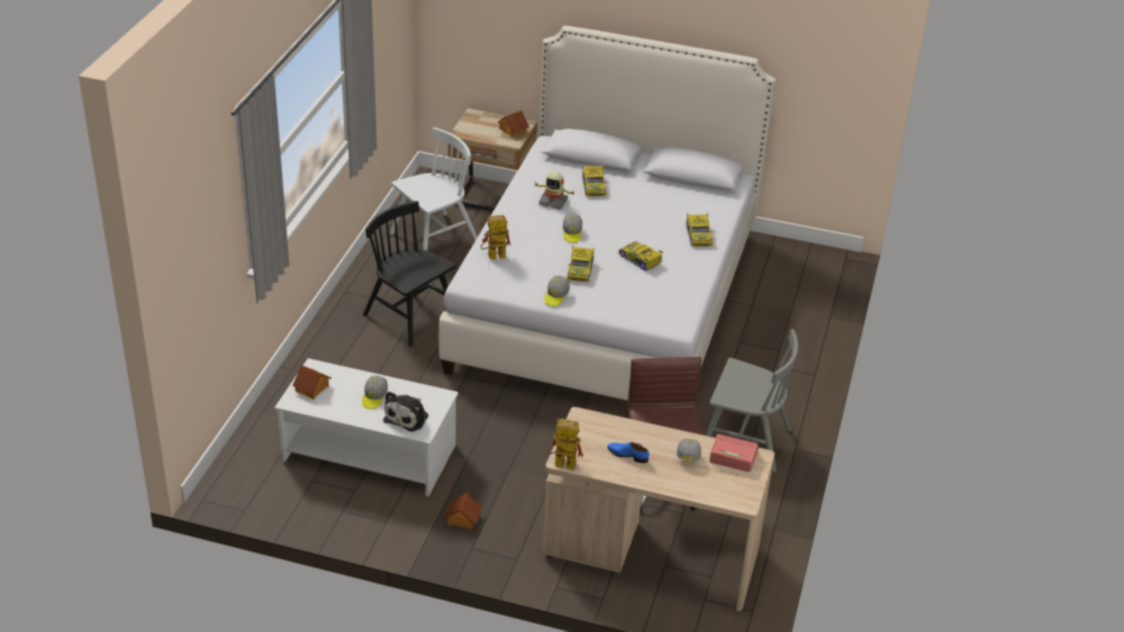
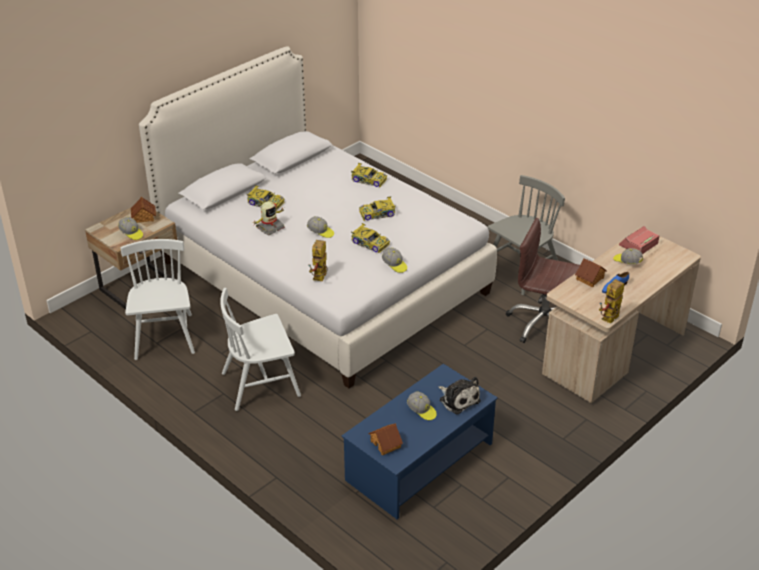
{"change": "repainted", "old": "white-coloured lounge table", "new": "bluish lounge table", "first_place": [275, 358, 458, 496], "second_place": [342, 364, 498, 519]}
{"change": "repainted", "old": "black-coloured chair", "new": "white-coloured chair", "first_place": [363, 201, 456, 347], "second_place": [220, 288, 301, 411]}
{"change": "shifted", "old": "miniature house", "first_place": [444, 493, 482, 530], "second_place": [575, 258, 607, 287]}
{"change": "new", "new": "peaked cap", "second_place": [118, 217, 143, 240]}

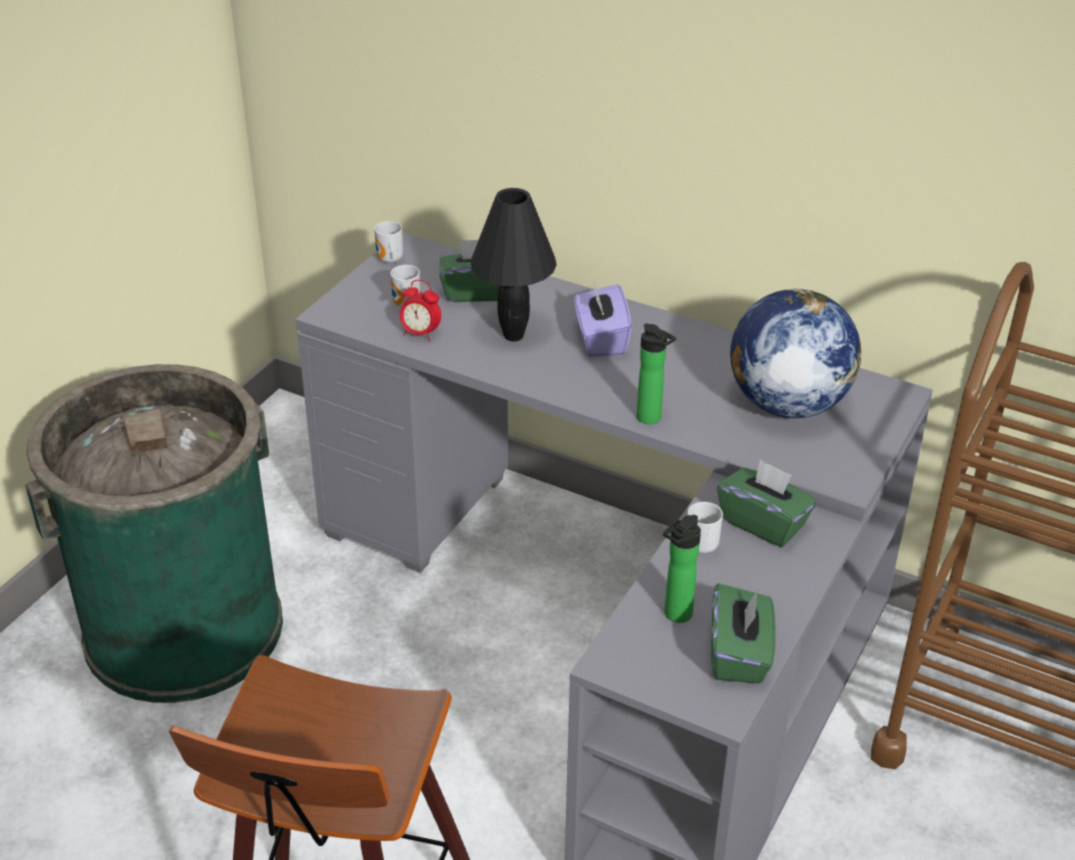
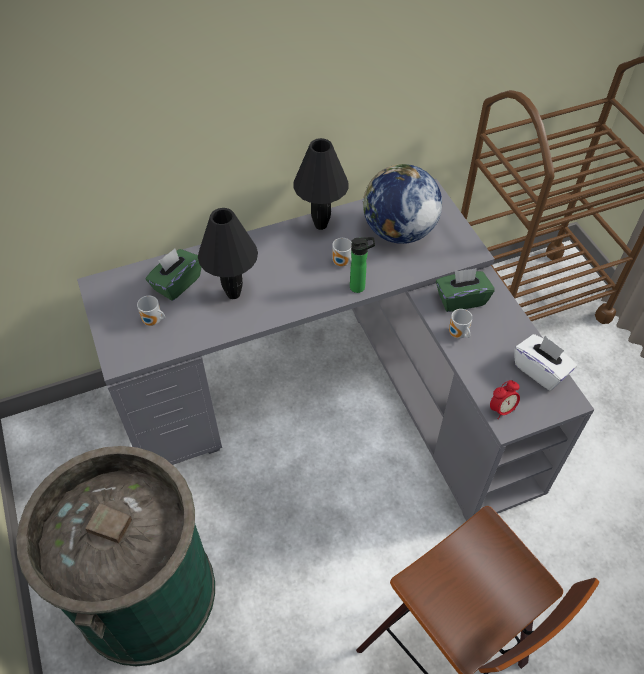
{"change": "shifted", "old": "tea mug", "first_place": [374, 221, 403, 264], "second_place": [332, 238, 352, 267]}
{"change": "shifted", "old": "table clock", "first_place": [400, 280, 441, 341], "second_place": [490, 380, 520, 419]}
{"change": "gone", "old": "purple-coloured box of tissues", "first_place": [574, 283, 632, 357]}
{"change": "gone", "old": "beverage bottle", "first_place": [663, 515, 701, 623]}
{"change": "repainted", "old": "green-coloured box of tissues", "new": "white-coloured box of tissues", "first_place": [711, 583, 776, 683], "second_place": [515, 334, 577, 390]}
{"change": "new", "new": "black-coloured table lamp", "second_place": [293, 138, 349, 230]}

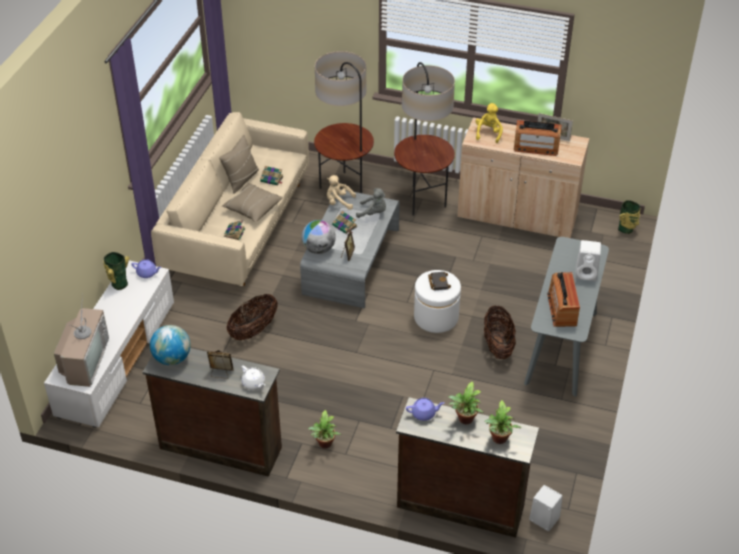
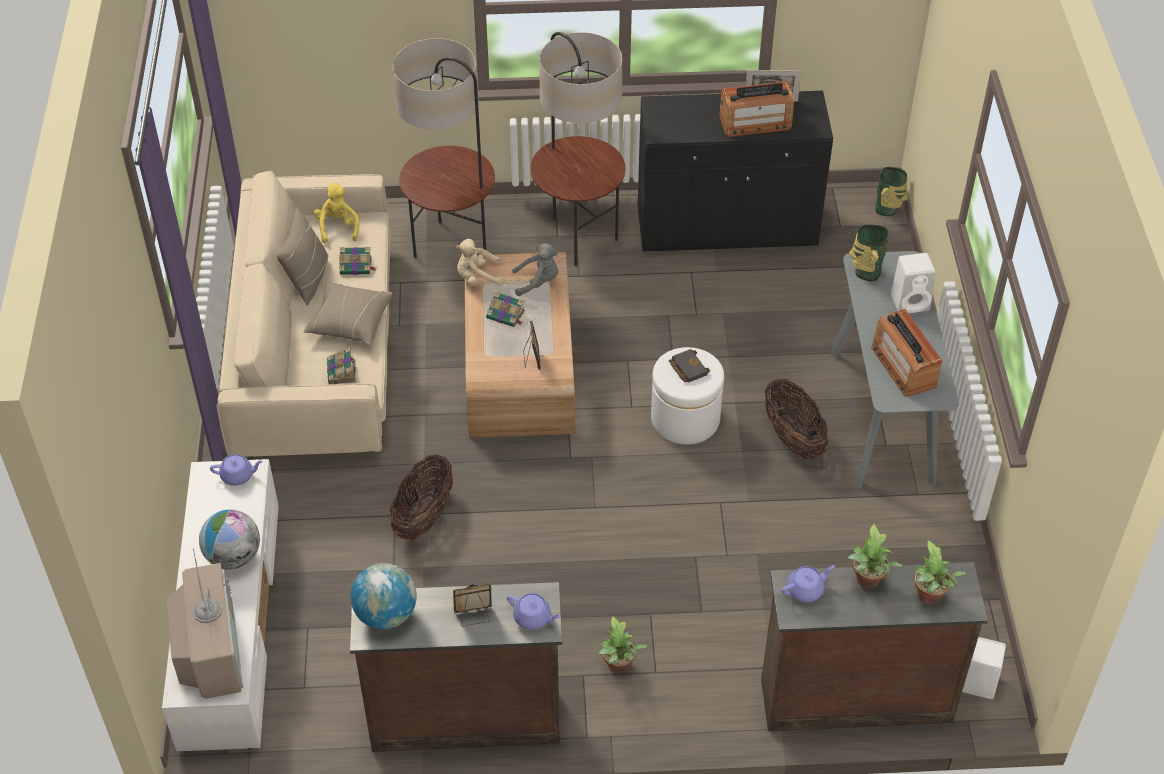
{"change": "shifted", "old": "flower vase", "first_place": [103, 252, 129, 290], "second_place": [849, 224, 889, 282]}
{"change": "repainted", "old": "white-coloured teapot", "new": "purple-coloured teapot", "first_place": [241, 366, 266, 390], "second_place": [507, 593, 560, 630]}
{"change": "repainted", "old": "greyish lounge table", "new": "brown-coloured lounge table", "first_place": [300, 189, 400, 308], "second_place": [465, 252, 575, 438]}
{"change": "shifted", "old": "desk globe", "first_place": [302, 220, 336, 254], "second_place": [199, 510, 260, 570]}
{"change": "repainted", "old": "beige-coloured cupboard", "new": "black-coloured cupboard", "first_place": [457, 117, 590, 238], "second_place": [638, 91, 833, 252]}
{"change": "shifted", "old": "yellowish soft toy", "first_place": [475, 103, 503, 143], "second_place": [314, 183, 360, 243]}

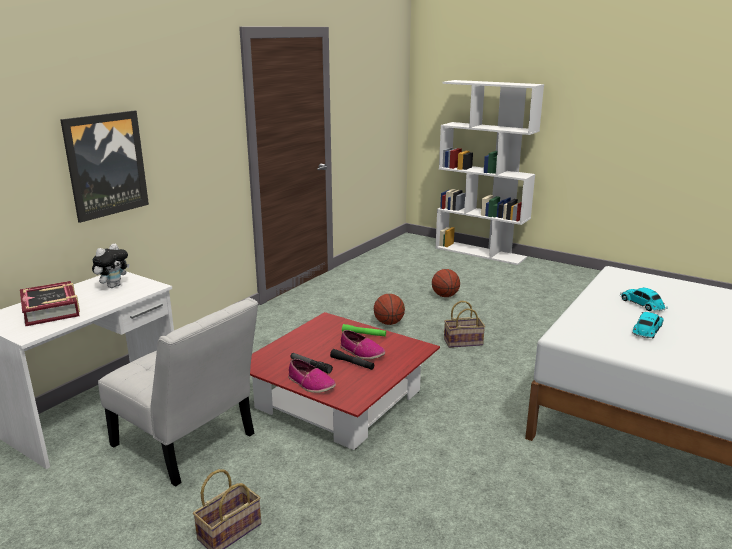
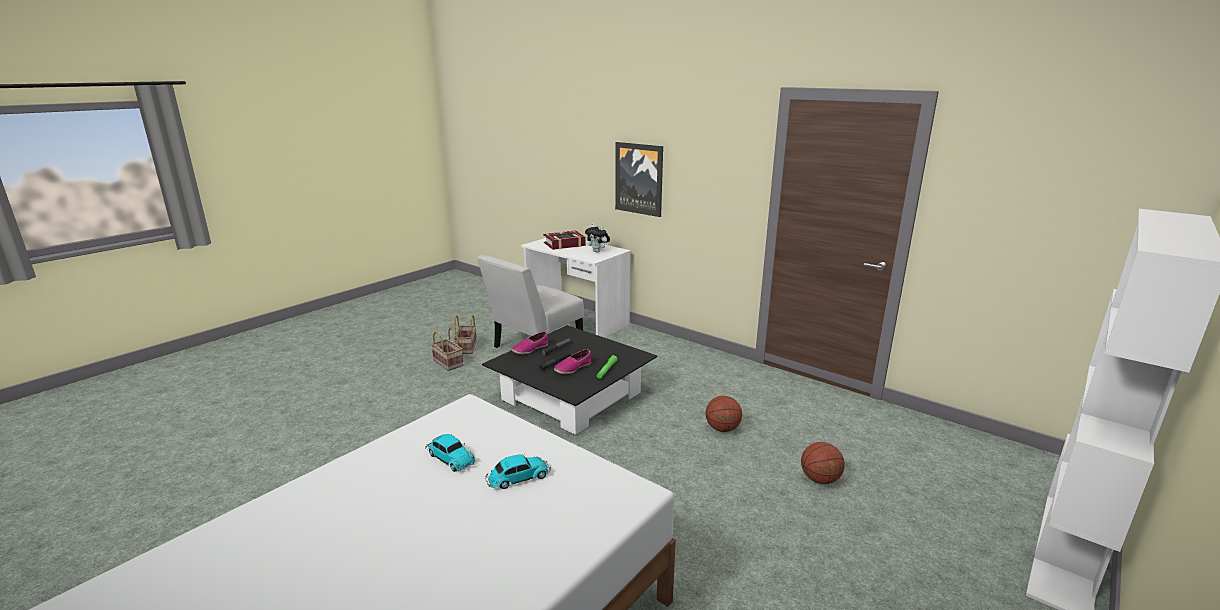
{"change": "repainted", "old": "reddish lounge table", "new": "black-coloured lounge table", "first_place": [250, 312, 440, 450], "second_place": [482, 325, 657, 435]}
{"change": "shifted", "old": "storage basket", "first_place": [444, 301, 485, 348], "second_place": [454, 315, 477, 354]}

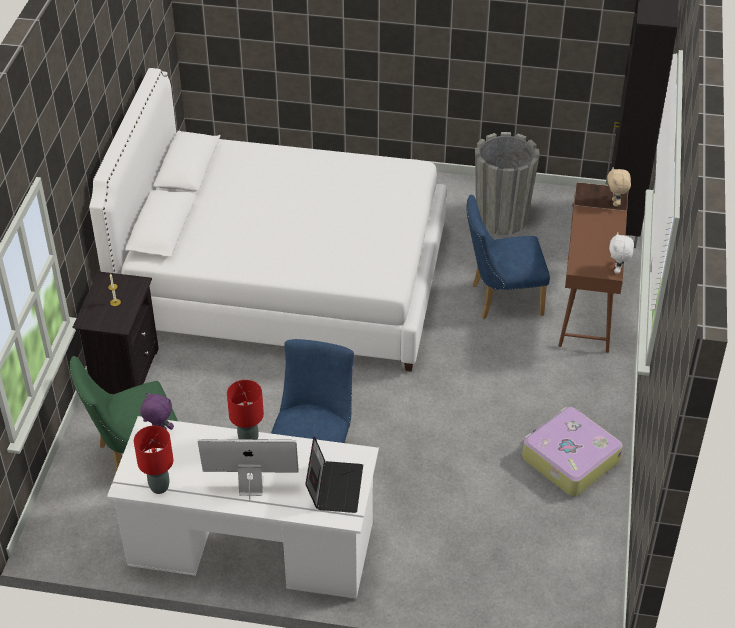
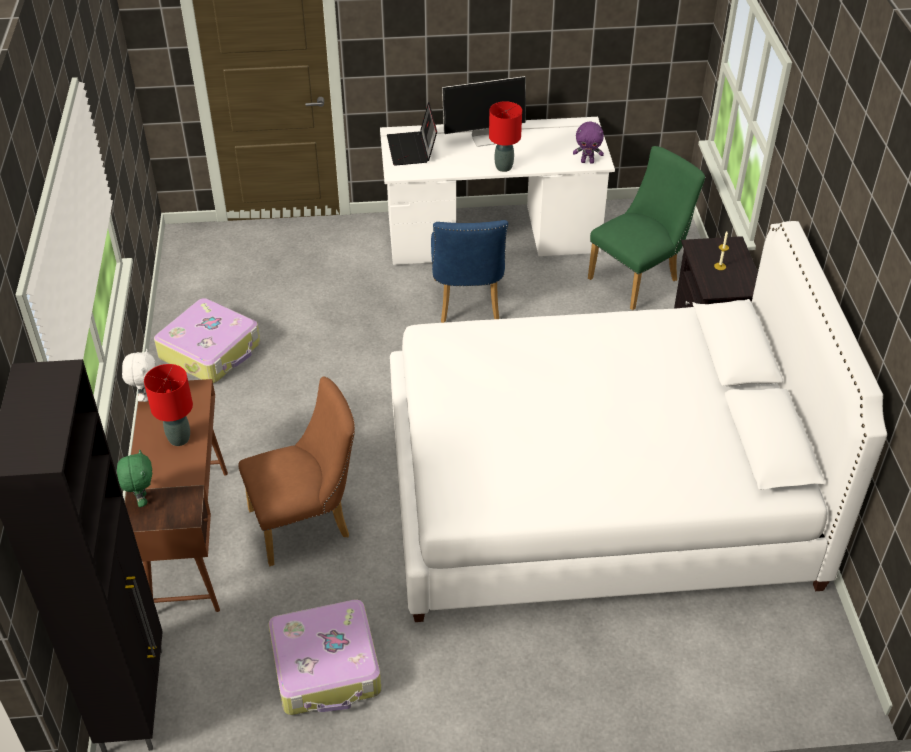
{"change": "shifted", "old": "reddish table lamp", "first_place": [134, 426, 173, 494], "second_place": [144, 364, 193, 446]}
{"change": "repainted", "old": "bluish chair", "new": "brown-coloured chair", "first_place": [466, 195, 550, 319], "second_place": [238, 377, 355, 566]}
{"change": "swapped", "old": "greyish plant pot", "new": "suitcase", "first_place": [475, 132, 540, 235], "second_place": [268, 599, 381, 715]}
{"change": "repainted", "old": "beige-coloured soft toy", "new": "green-coloured soft toy", "first_place": [607, 167, 631, 206], "second_place": [117, 449, 152, 507]}

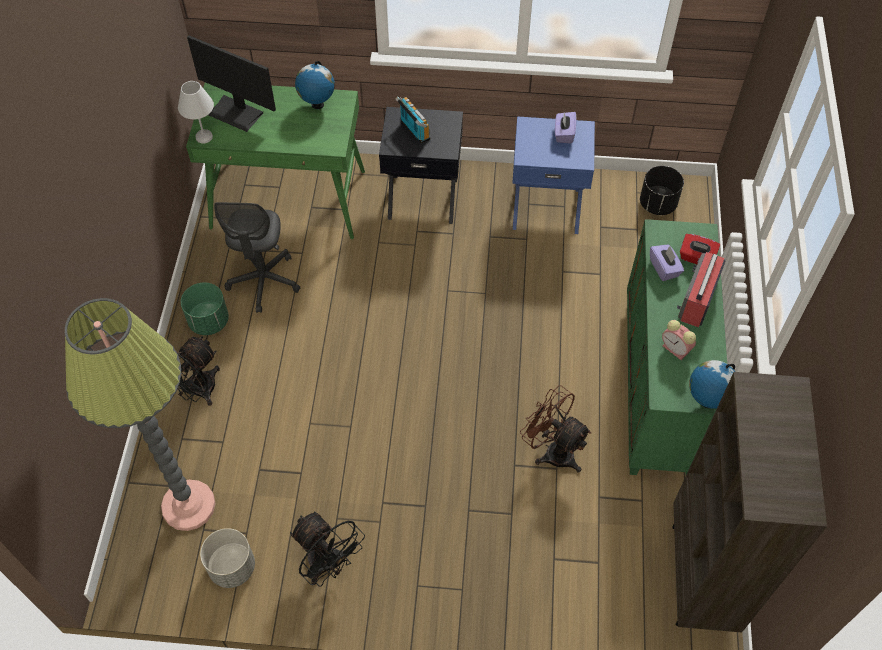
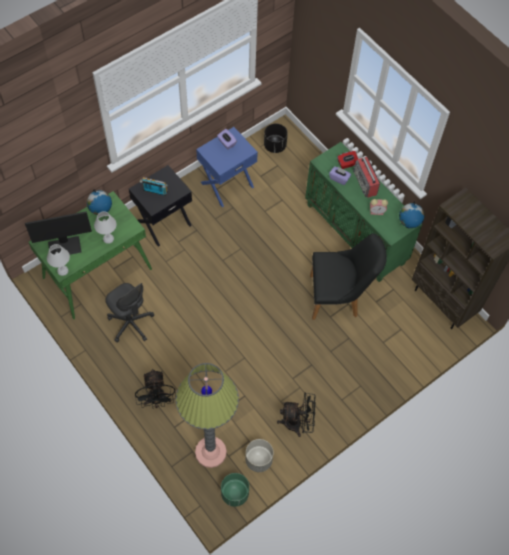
{"change": "shifted", "old": "green-coloured plant pot", "first_place": [181, 283, 229, 335], "second_place": [221, 473, 249, 507]}
{"change": "swapped", "old": "brown-coloured cooling fan", "new": "black-coloured chair", "first_place": [520, 385, 591, 473], "second_place": [310, 233, 387, 320]}
{"change": "new", "new": "white-coloured table lamp", "second_place": [94, 211, 117, 244]}

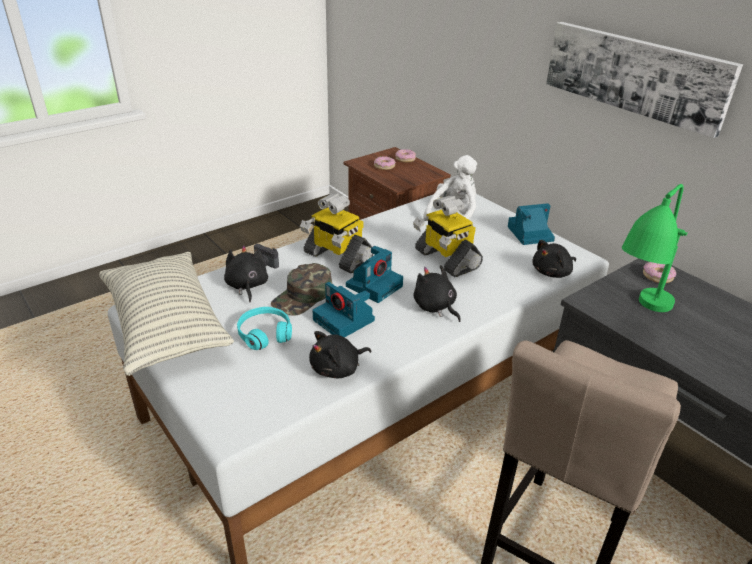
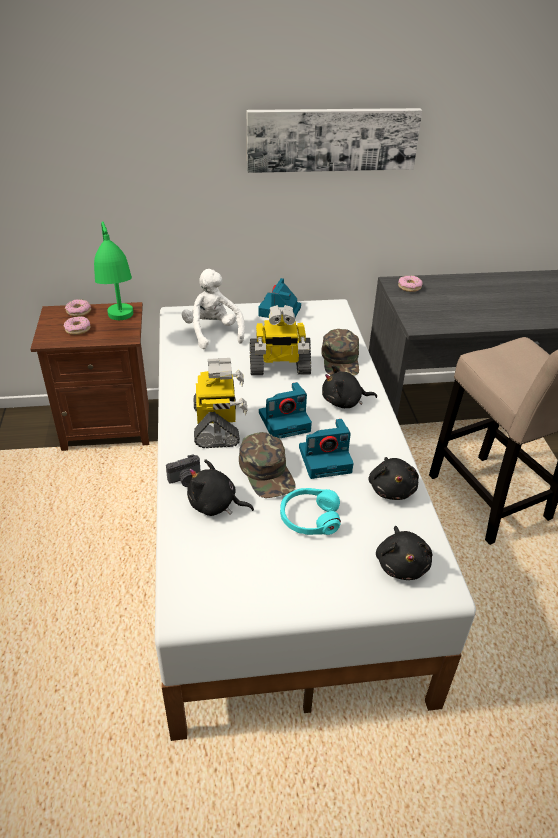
{"change": "gone", "old": "cushion", "first_place": [99, 252, 234, 376]}
{"change": "rotated", "old": "toy robot", "first_place": [300, 193, 373, 273], "second_place": [194, 358, 248, 448], "degrees": -75}
{"change": "rotated", "old": "photo camera", "first_place": [346, 246, 403, 303], "second_place": [259, 382, 312, 439], "degrees": 90}
{"change": "shifted", "old": "black-coloured soft toy", "first_place": [532, 240, 576, 278], "second_place": [376, 526, 433, 580]}
{"change": "shifted", "old": "green-coloured table lamp", "first_place": [622, 184, 688, 312], "second_place": [94, 222, 133, 320]}
{"change": "new", "new": "green-coloured peaked cap", "second_place": [321, 329, 359, 376]}

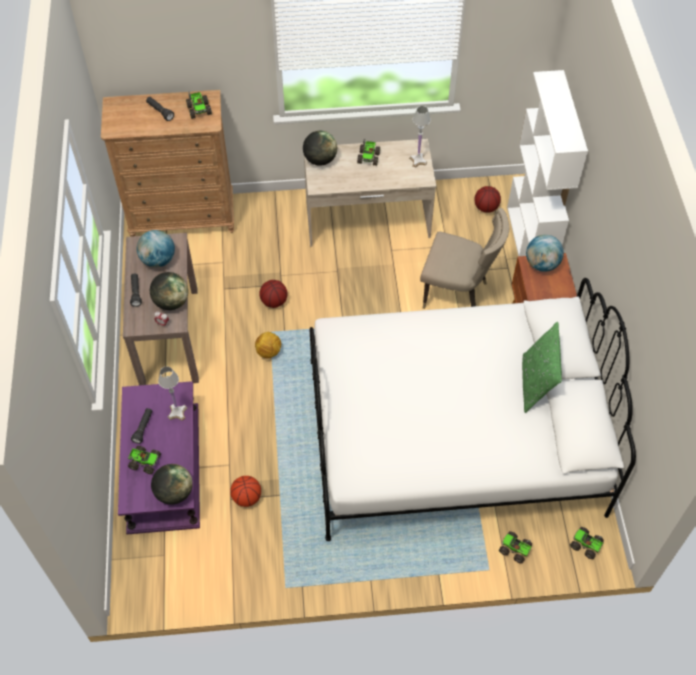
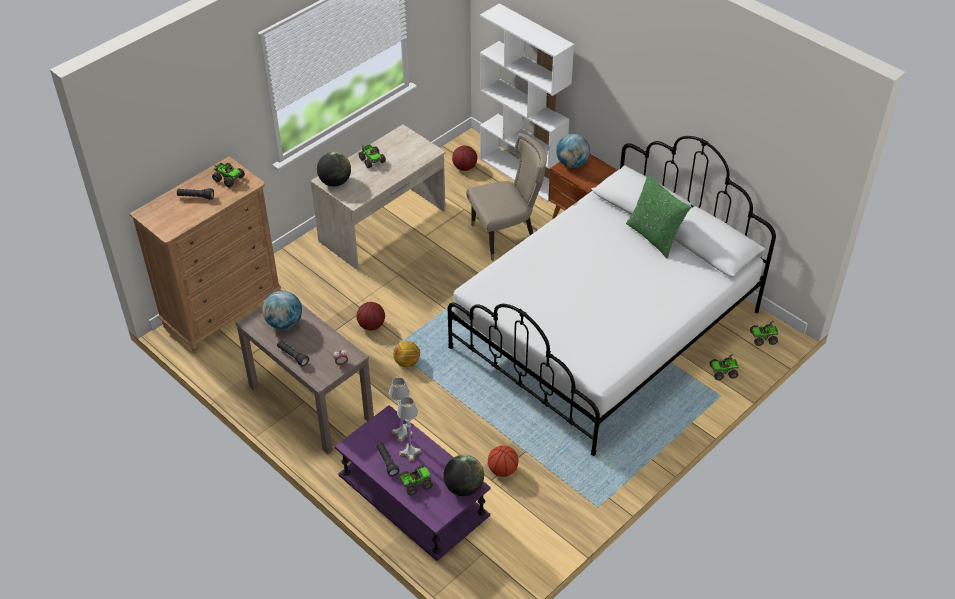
{"change": "gone", "old": "desk globe", "first_place": [150, 272, 188, 310]}
{"change": "shifted", "old": "white-coloured table lamp", "first_place": [409, 106, 431, 167], "second_place": [397, 397, 421, 462]}

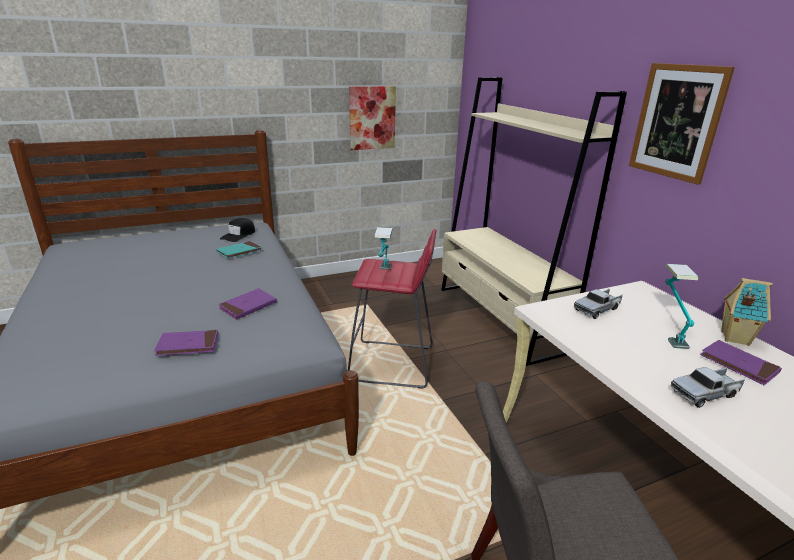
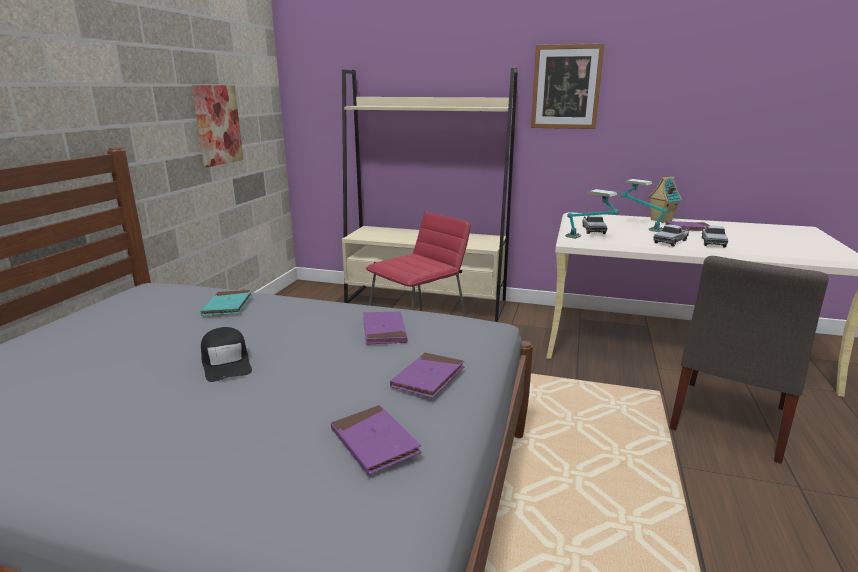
{"change": "shifted", "old": "black-coloured peaked cap", "first_place": [220, 218, 255, 242], "second_place": [201, 327, 252, 382]}
{"change": "shifted", "old": "table lamp", "first_place": [374, 227, 393, 270], "second_place": [565, 189, 619, 239]}
{"change": "new", "new": "purple-coloured volume", "second_place": [331, 405, 421, 475]}
{"change": "new", "new": "toy lorry", "second_place": [653, 224, 689, 247]}

